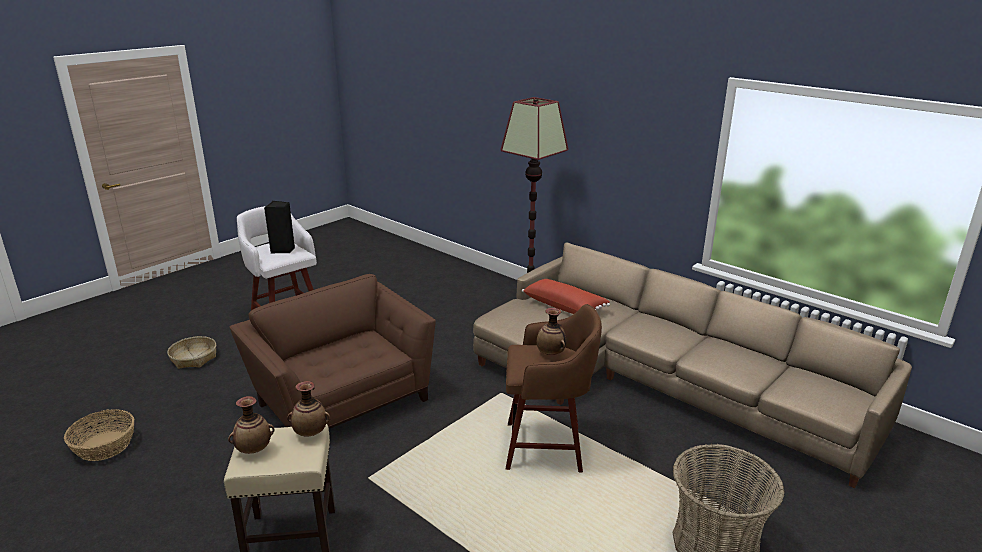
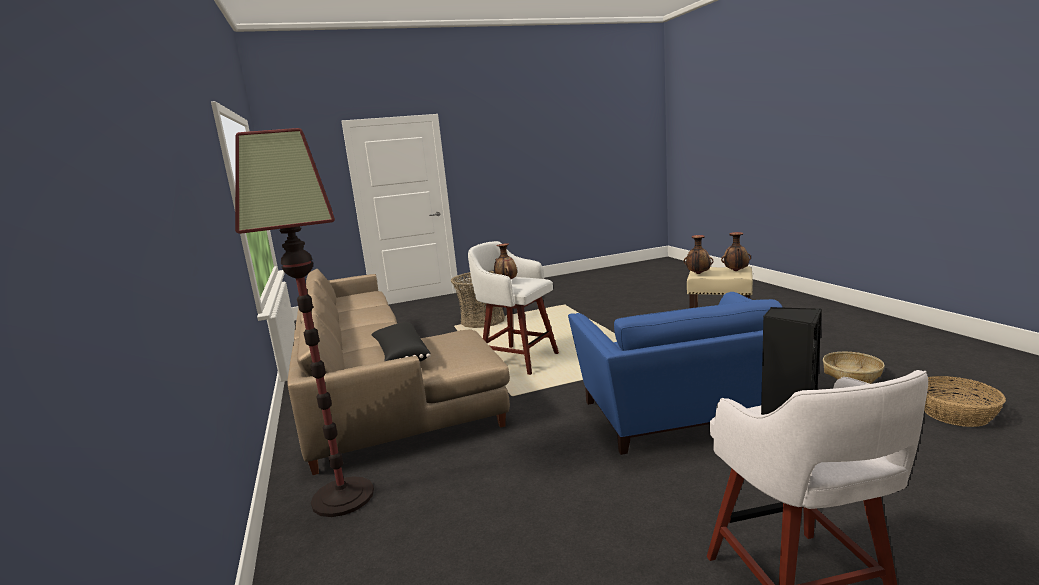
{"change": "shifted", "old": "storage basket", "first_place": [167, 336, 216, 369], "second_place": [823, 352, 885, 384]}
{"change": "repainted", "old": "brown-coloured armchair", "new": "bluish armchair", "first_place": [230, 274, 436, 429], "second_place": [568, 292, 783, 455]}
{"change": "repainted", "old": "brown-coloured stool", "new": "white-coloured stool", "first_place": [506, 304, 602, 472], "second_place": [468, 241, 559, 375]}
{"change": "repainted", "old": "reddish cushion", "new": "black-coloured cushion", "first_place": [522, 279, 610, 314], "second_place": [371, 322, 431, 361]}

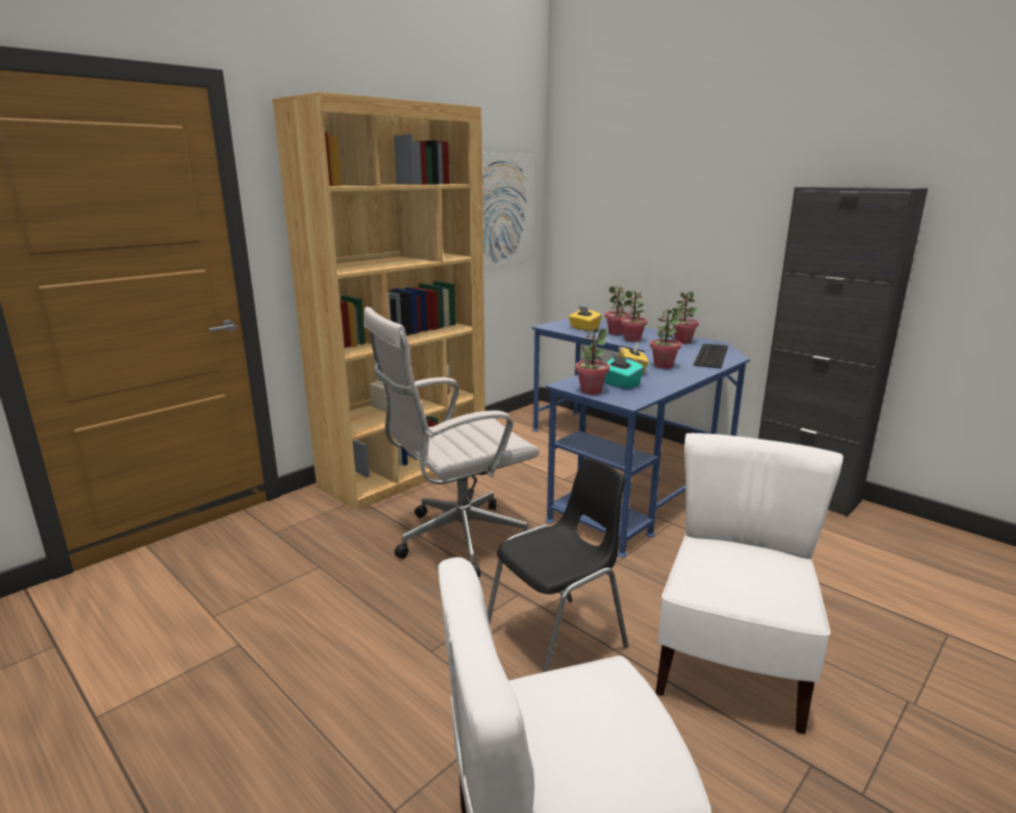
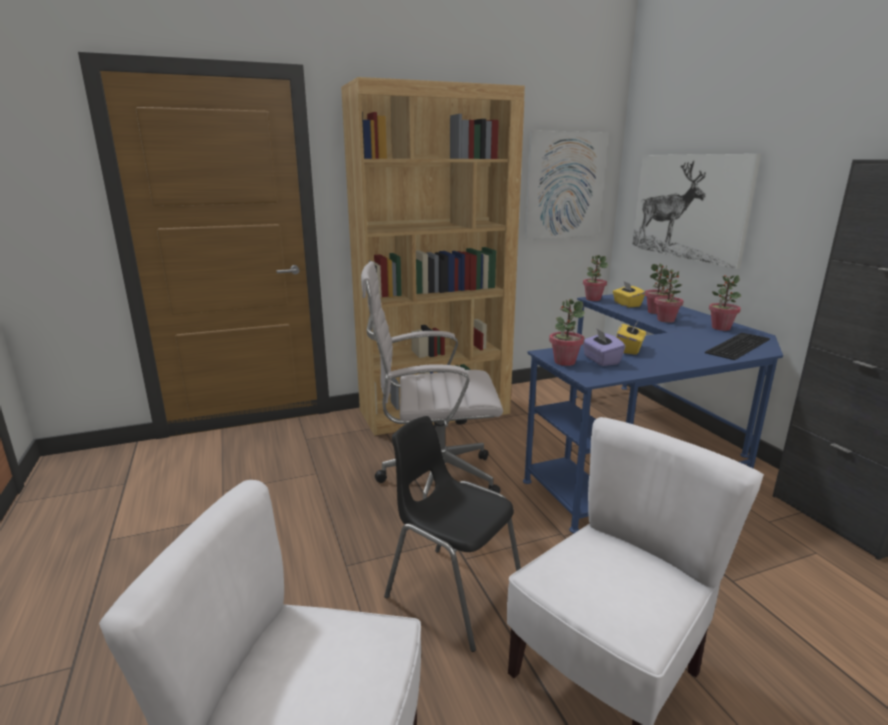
{"change": "rotated", "old": "black-coloured chair", "first_place": [487, 458, 629, 672], "second_place": [384, 416, 521, 652], "degrees": -135}
{"change": "repainted", "old": "turquoise box of tissues", "new": "purple-coloured box of tissues", "first_place": [604, 353, 644, 390], "second_place": [583, 328, 625, 366]}
{"change": "shifted", "old": "plant in a pot", "first_place": [650, 309, 681, 369], "second_place": [583, 255, 608, 301]}
{"change": "new", "new": "wall art", "second_place": [632, 154, 761, 269]}

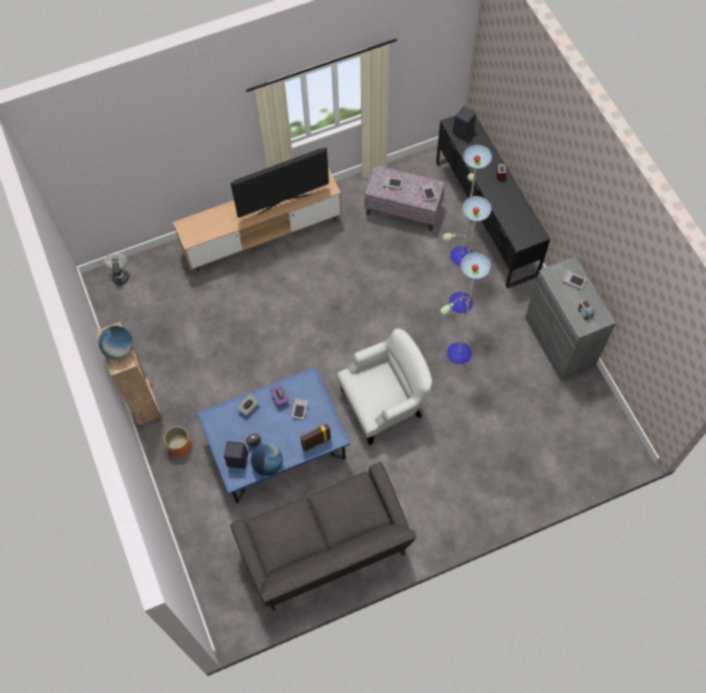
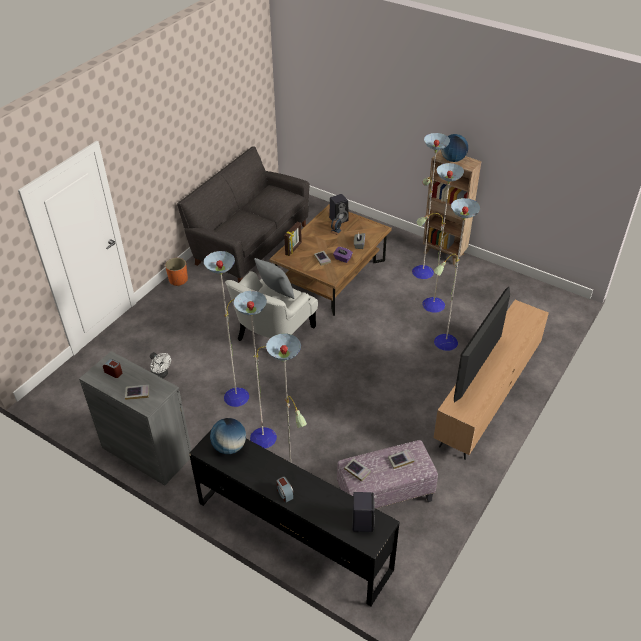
{"change": "shifted", "old": "white-coloured cooling fan", "first_place": [104, 253, 129, 285], "second_place": [150, 352, 171, 378]}
{"change": "shifted", "old": "orange-coloured plant pot", "first_place": [164, 426, 191, 456], "second_place": [165, 258, 188, 286]}
{"change": "repainted", "old": "bluish lounge table", "new": "brown-coloured lounge table", "first_place": [197, 367, 350, 503], "second_place": [270, 204, 392, 316]}
{"change": "shifted", "old": "desk globe", "first_place": [251, 444, 283, 476], "second_place": [210, 418, 246, 454]}
{"change": "new", "new": "greyish cushion", "second_place": [254, 258, 295, 299]}
{"change": "new", "new": "standing lamp", "second_place": [412, 133, 480, 351]}

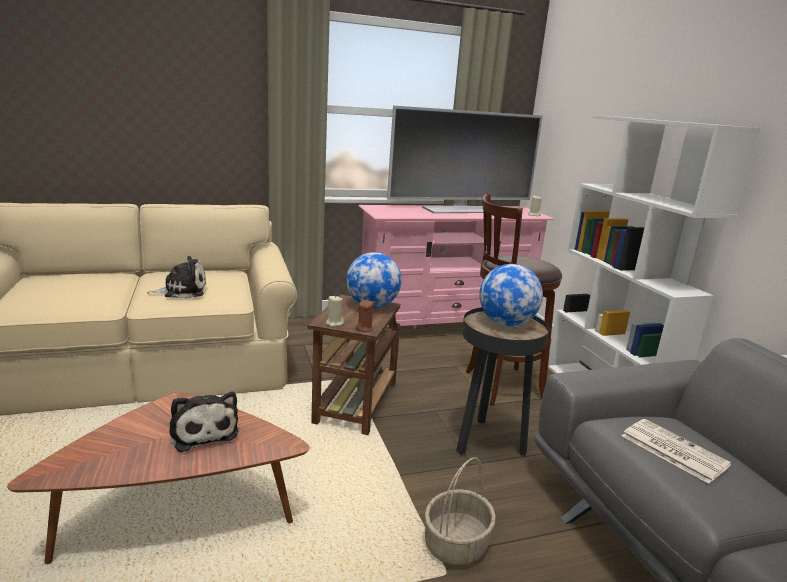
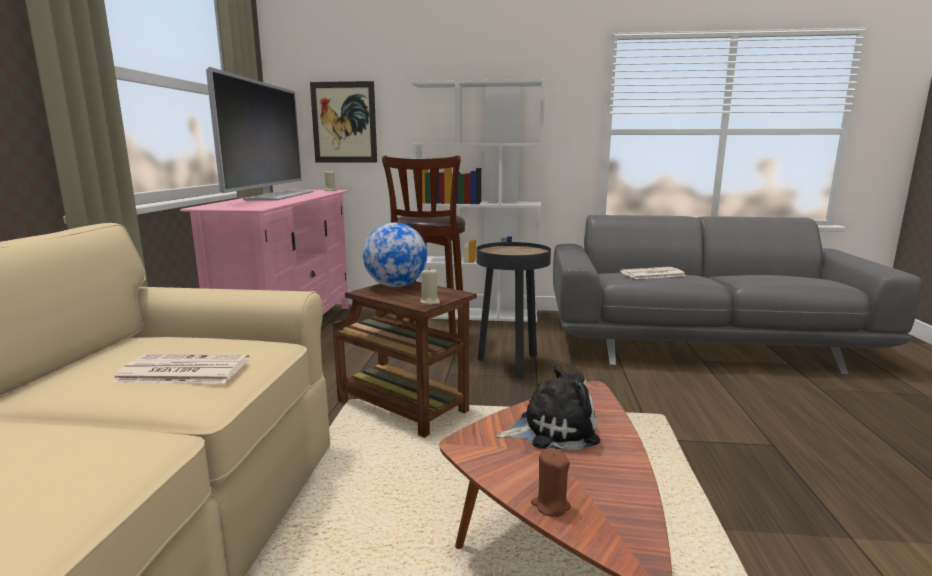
{"change": "swapped", "old": "soft toy", "new": "newspaper", "first_place": [147, 256, 206, 299], "second_place": [112, 354, 249, 383]}
{"change": "shifted", "old": "brown-coloured wax candle", "first_place": [356, 300, 373, 332], "second_place": [531, 448, 571, 517]}
{"change": "gone", "old": "storage basket", "first_place": [425, 457, 496, 565]}
{"change": "gone", "old": "desk globe", "first_place": [479, 264, 543, 326]}
{"change": "new", "new": "wall art", "second_place": [310, 81, 377, 163]}

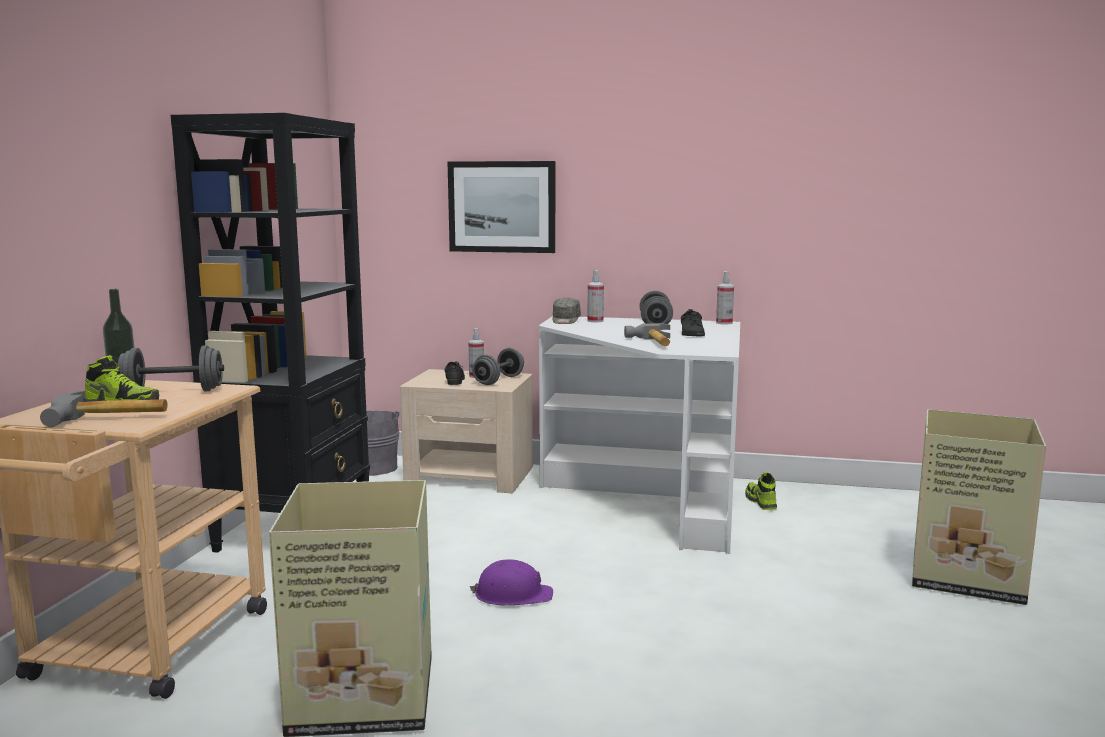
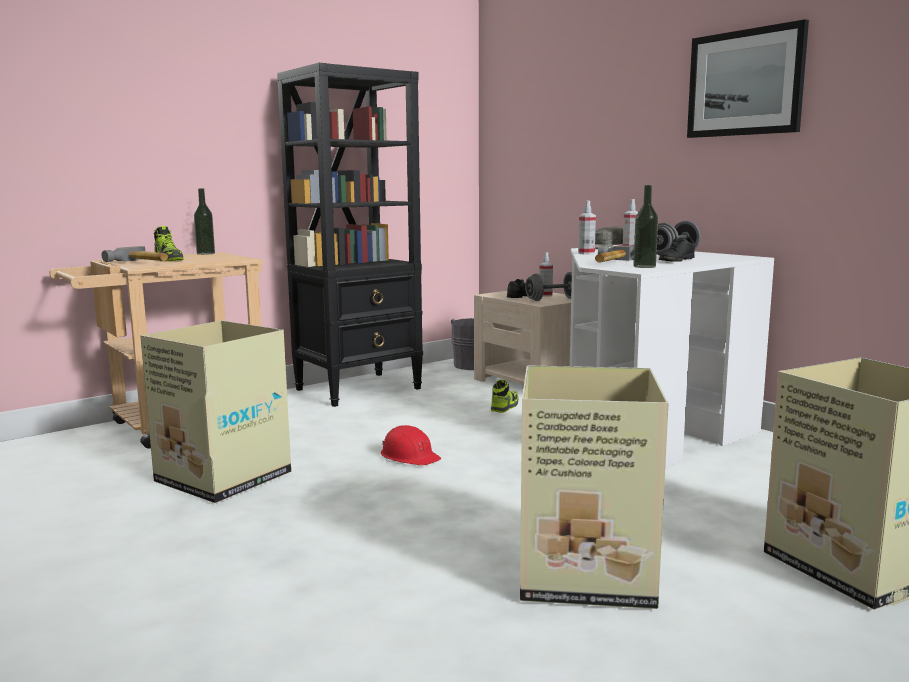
{"change": "gone", "old": "greyish hand weight", "first_place": [118, 345, 224, 391]}
{"change": "shifted", "old": "wall art", "first_place": [448, 161, 555, 253], "second_place": [687, 19, 809, 138]}
{"change": "repainted", "old": "purple-coloured work helmet", "new": "reddish work helmet", "first_place": [470, 559, 553, 606], "second_place": [381, 425, 441, 466]}
{"change": "shifted", "old": "hand sprayer", "first_place": [716, 271, 734, 324], "second_place": [578, 201, 596, 254]}
{"change": "shifted", "old": "item of footwear", "first_place": [745, 472, 777, 510], "second_place": [491, 379, 519, 413]}
{"change": "new", "new": "packing box", "second_place": [520, 365, 669, 609]}
{"change": "new", "new": "beverage bottle", "second_place": [633, 185, 658, 268]}

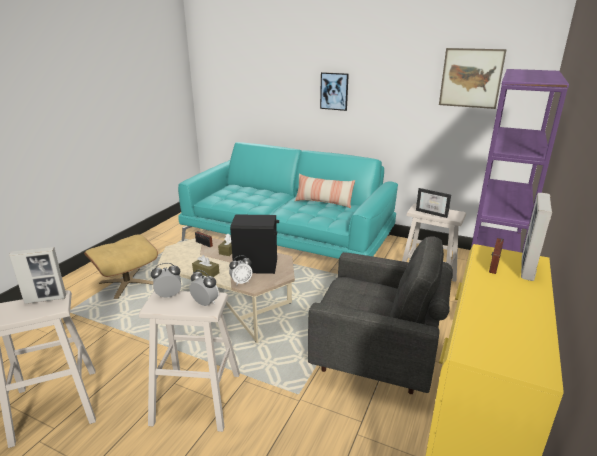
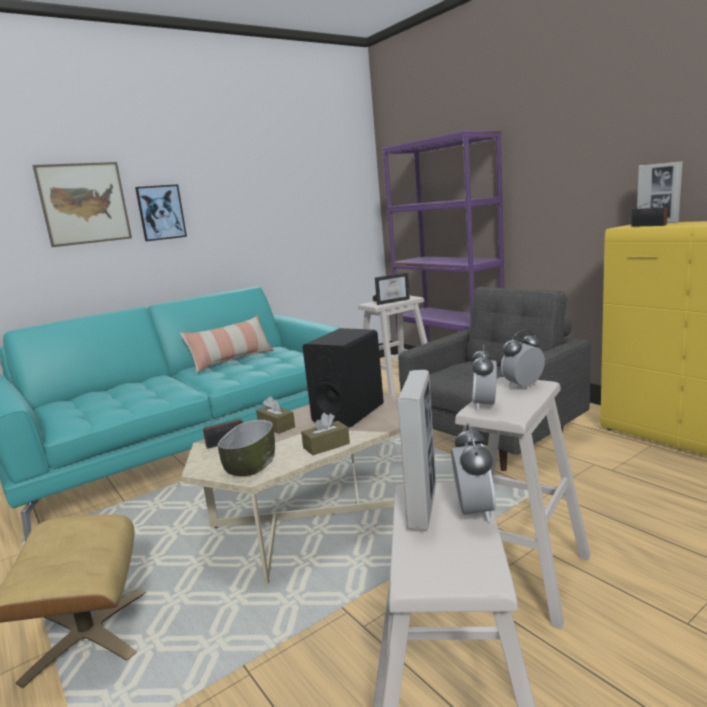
{"change": "shifted", "old": "table clock", "first_place": [229, 256, 252, 286], "second_place": [451, 423, 496, 522]}
{"change": "shifted", "old": "wall art", "first_place": [439, 48, 507, 109], "second_place": [32, 162, 132, 247]}
{"change": "new", "new": "bowl", "second_place": [218, 420, 275, 476]}

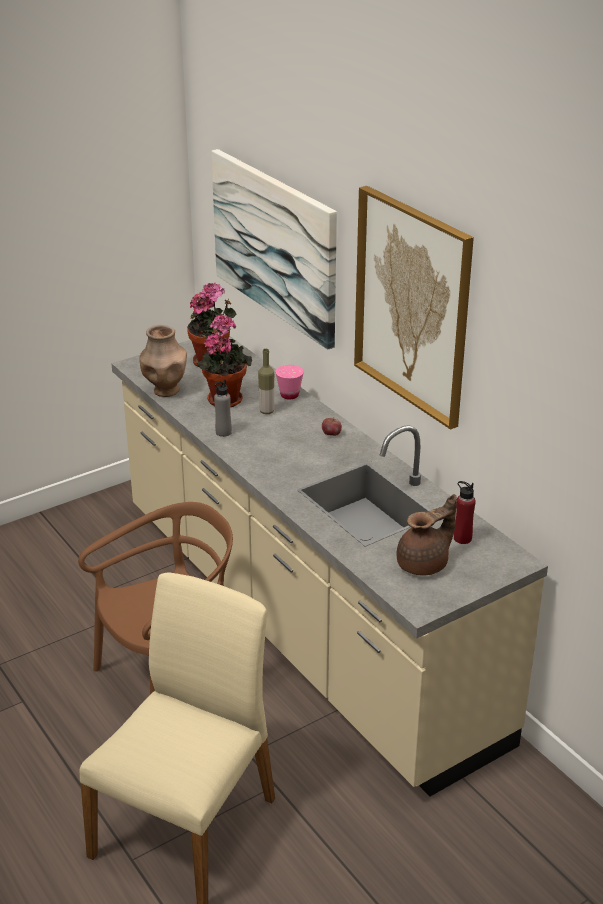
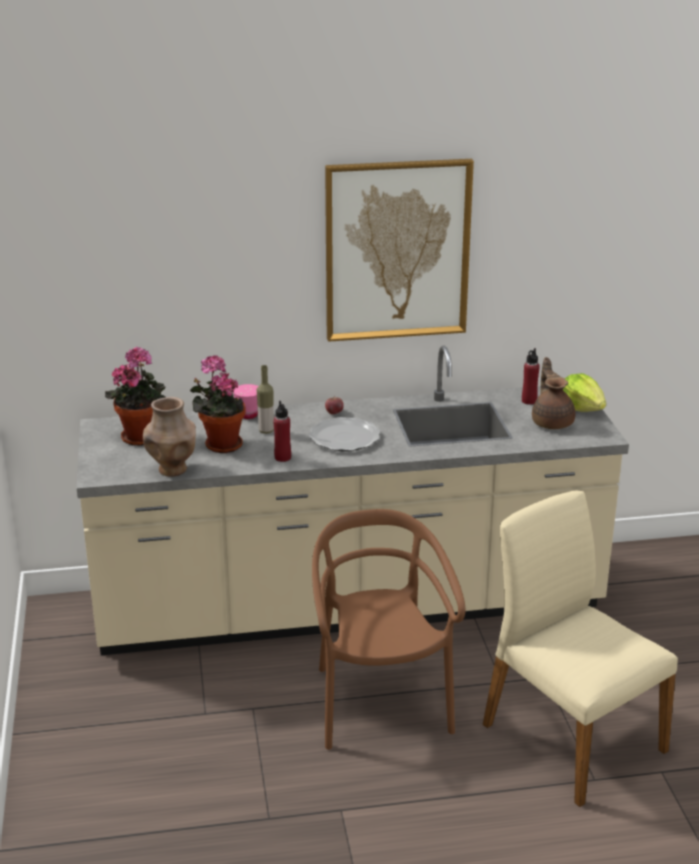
{"change": "gone", "old": "wall art", "first_place": [211, 149, 337, 350]}
{"change": "repainted", "old": "greyish beverage bottle", "new": "reddish beverage bottle", "first_place": [214, 379, 232, 437], "second_place": [273, 401, 291, 462]}
{"change": "new", "new": "flat dish", "second_place": [309, 417, 381, 451]}
{"change": "new", "new": "lettuce head", "second_place": [563, 373, 606, 412]}

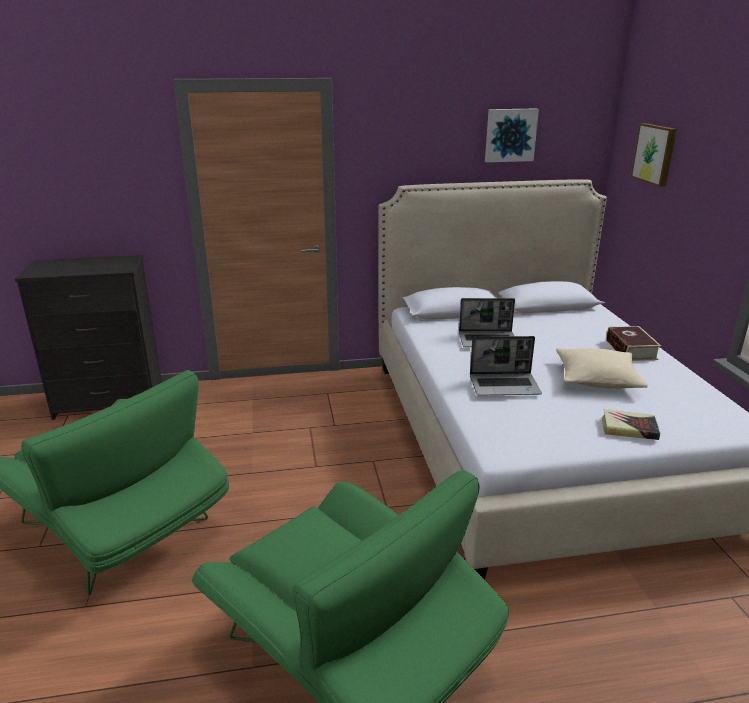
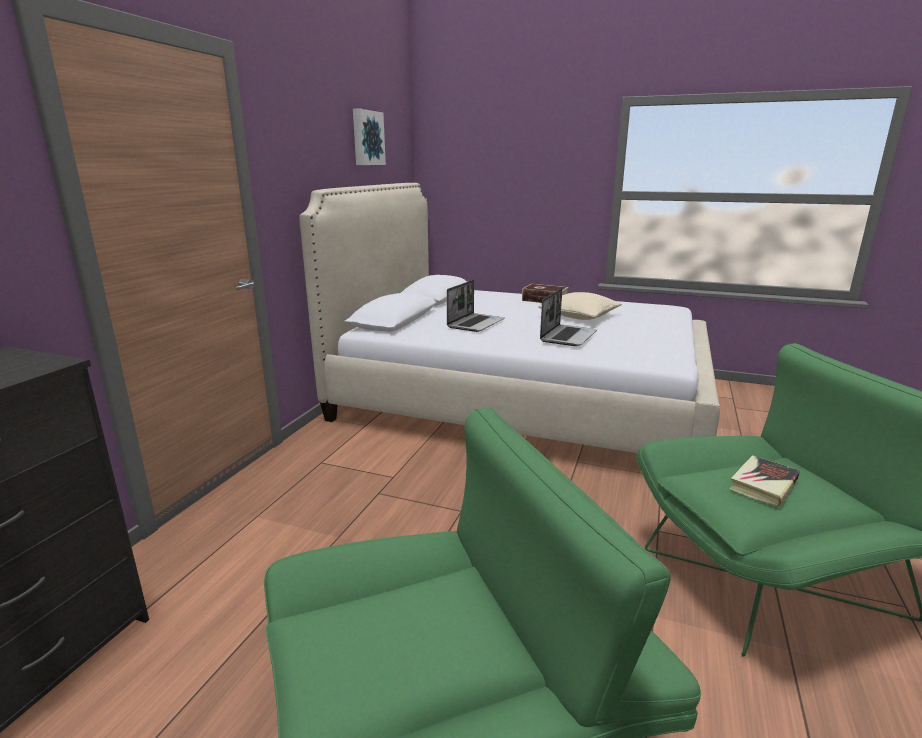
{"change": "shifted", "old": "volume", "first_place": [602, 409, 660, 440], "second_place": [730, 455, 800, 508]}
{"change": "gone", "old": "wall art", "first_place": [631, 123, 677, 187]}

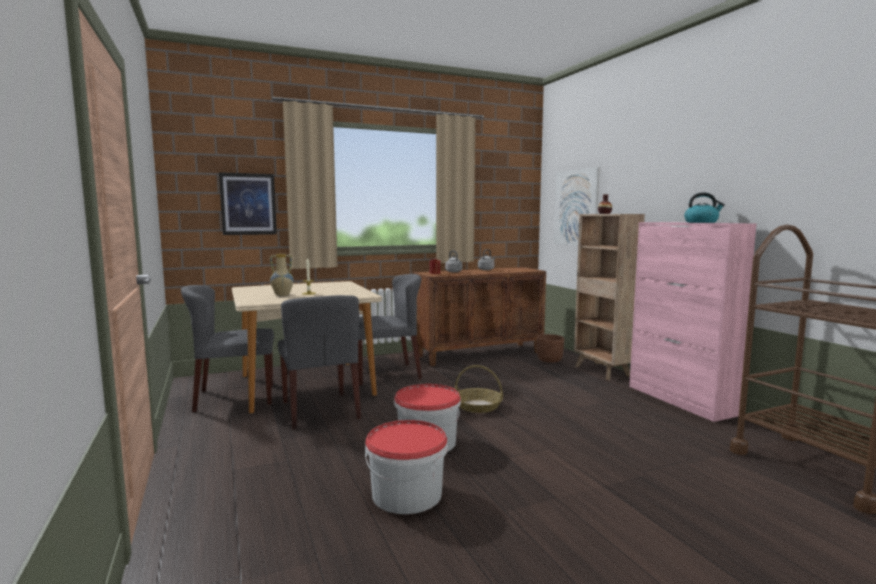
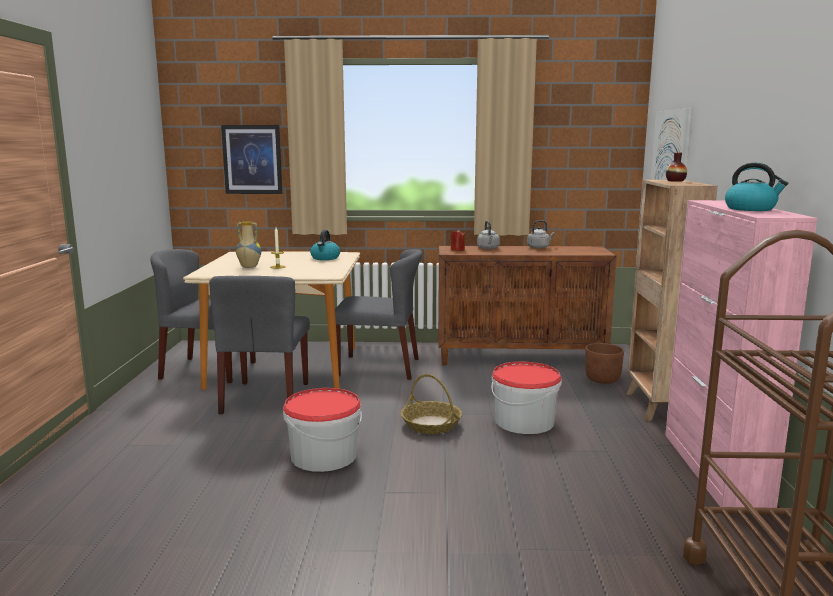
{"change": "shifted", "old": "pail", "first_place": [365, 420, 448, 514], "second_place": [491, 361, 562, 434]}
{"change": "new", "new": "kettle", "second_place": [310, 230, 340, 260]}

